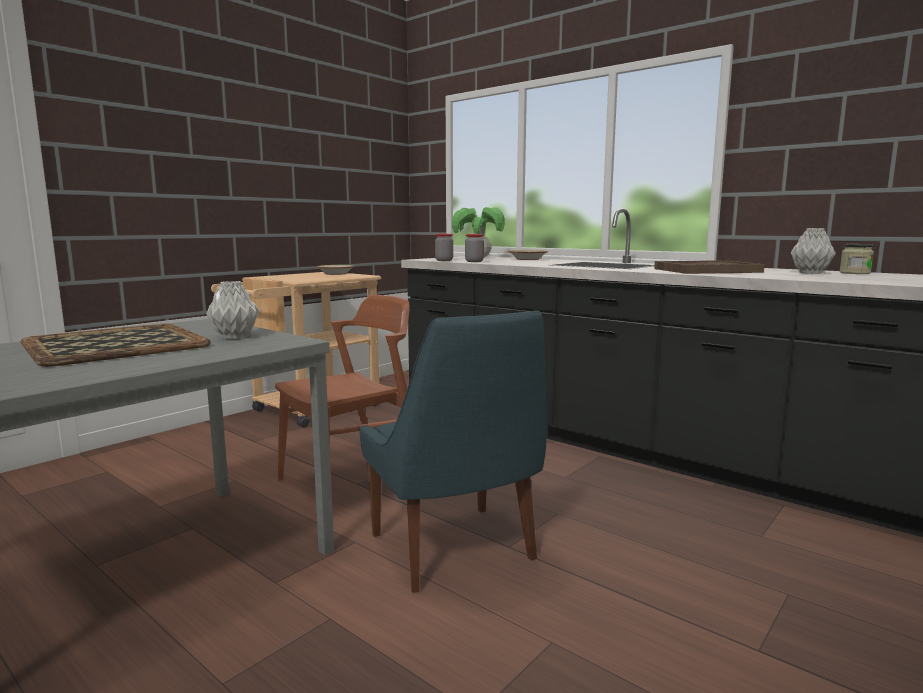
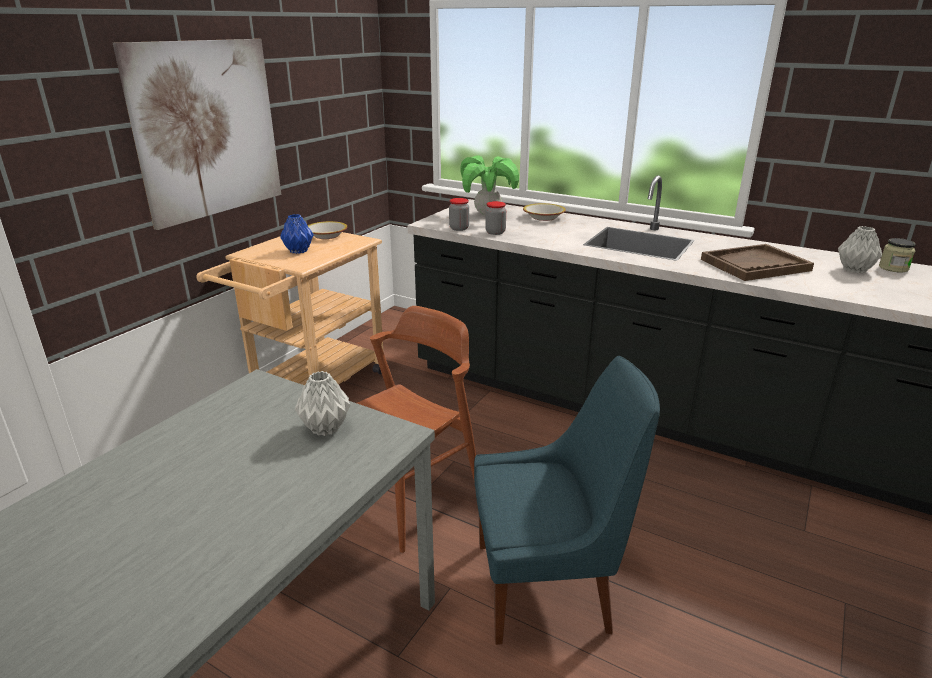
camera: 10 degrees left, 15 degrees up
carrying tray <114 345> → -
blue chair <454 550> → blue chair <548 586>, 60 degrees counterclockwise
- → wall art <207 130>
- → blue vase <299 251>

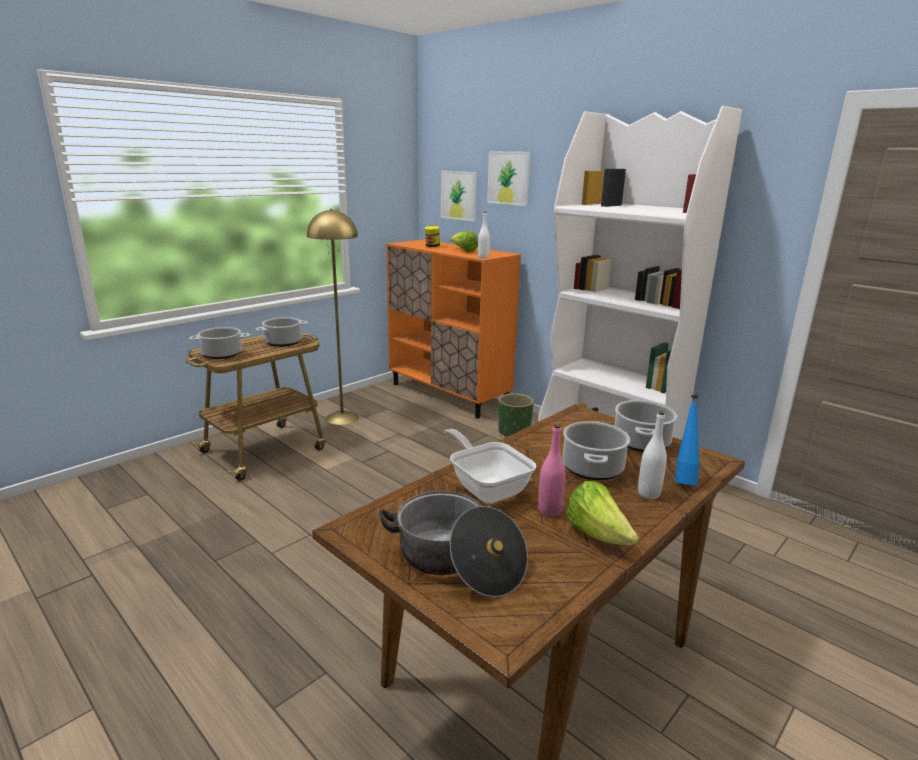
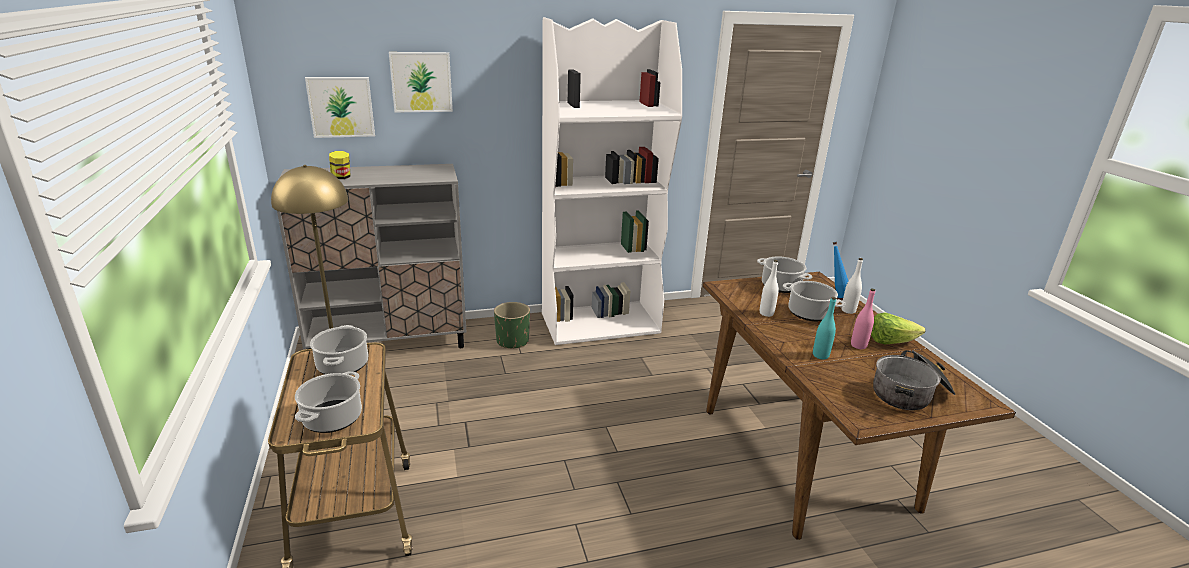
camera: 60 degrees left, 5 degrees up
orange-coloured cabinet <448 394> → greyish cabinet <390 342>
pan <486 487> → turquoise-coloured beverage bottle <820 355>
lettuce head <464 251> → -
whitish beverage bottle <483 257> → whitish beverage bottle <766 313>, move

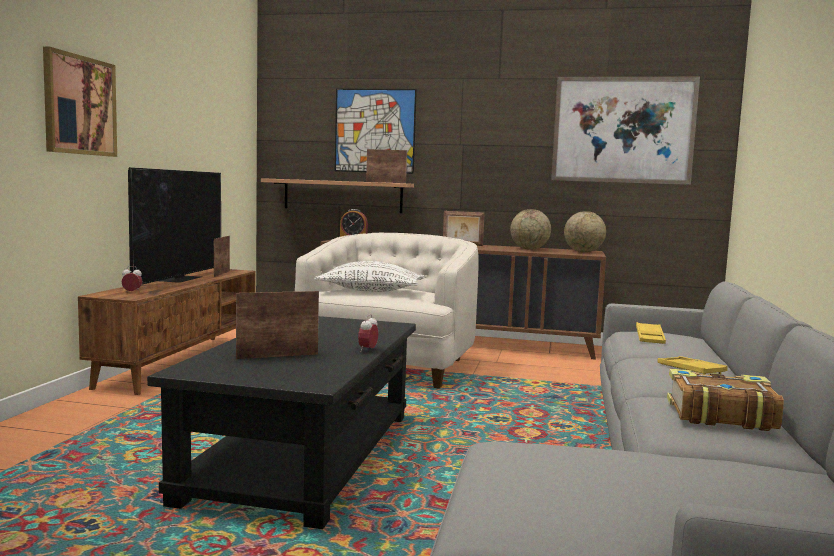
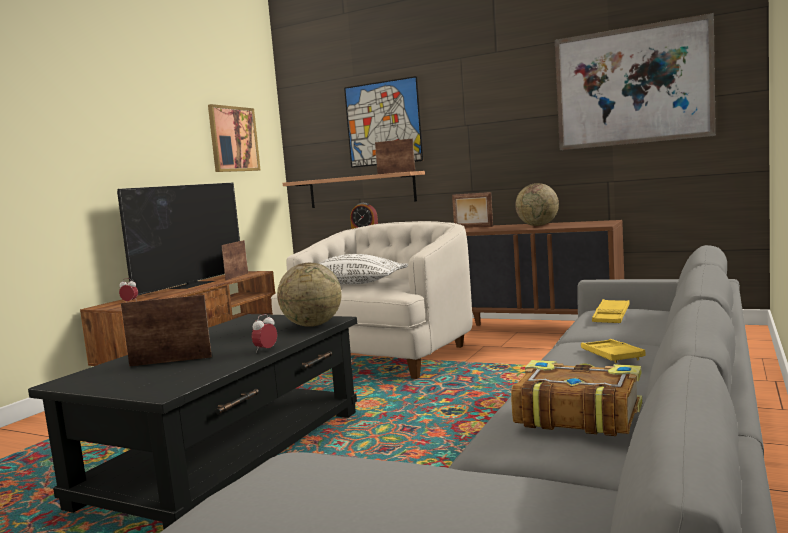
camera: 15 degrees right, 0 degrees up
wall art <79 105> → wall art <233 139>, move
desk globe <583 252> → desk globe <312 325>, move

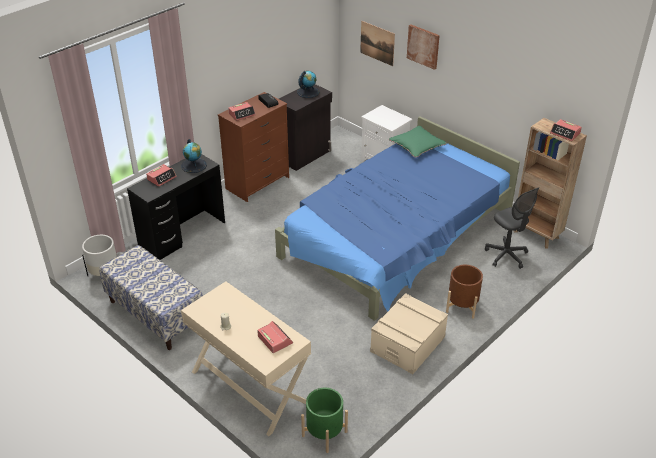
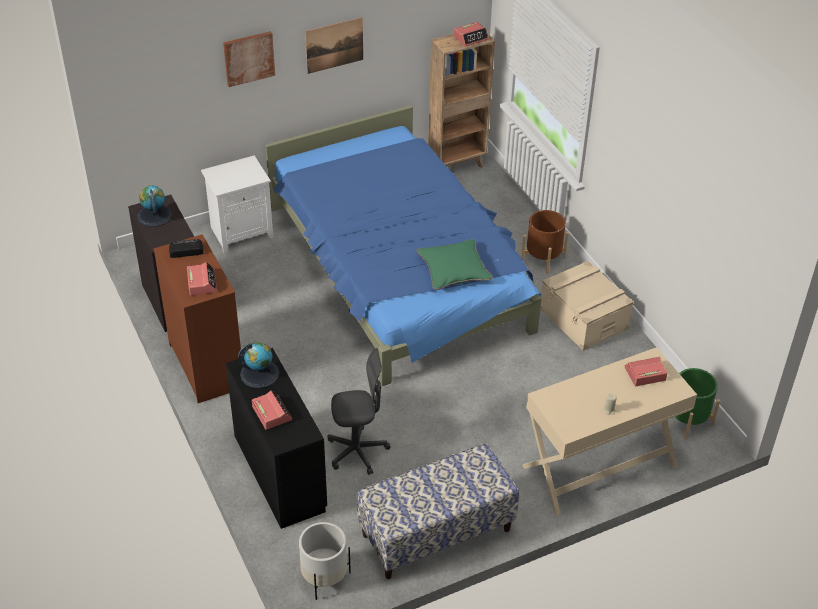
camera: 70 degrees left, 5 degrees up
wall art <377 43> → wall art <334 45>, move
greenish pillow <417 145> → greenish pillow <454 269>, move
greyish computer chair <506 255> → greyish computer chair <357 451>, move

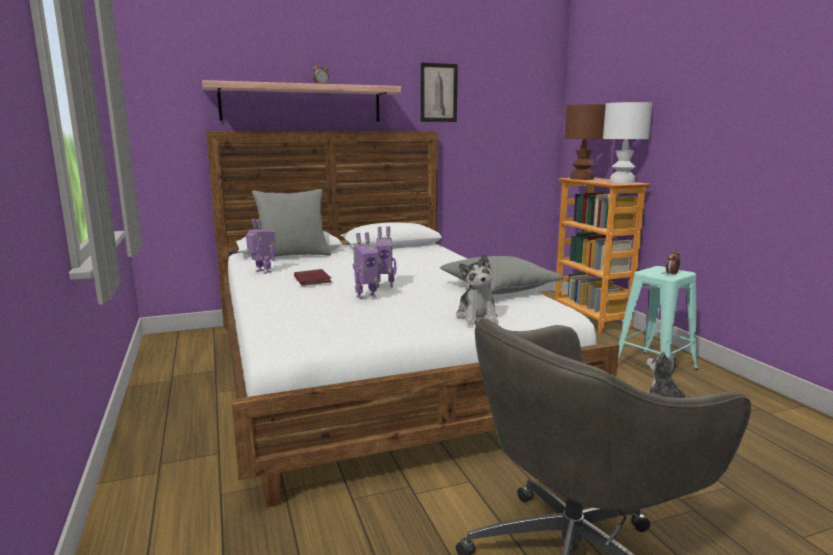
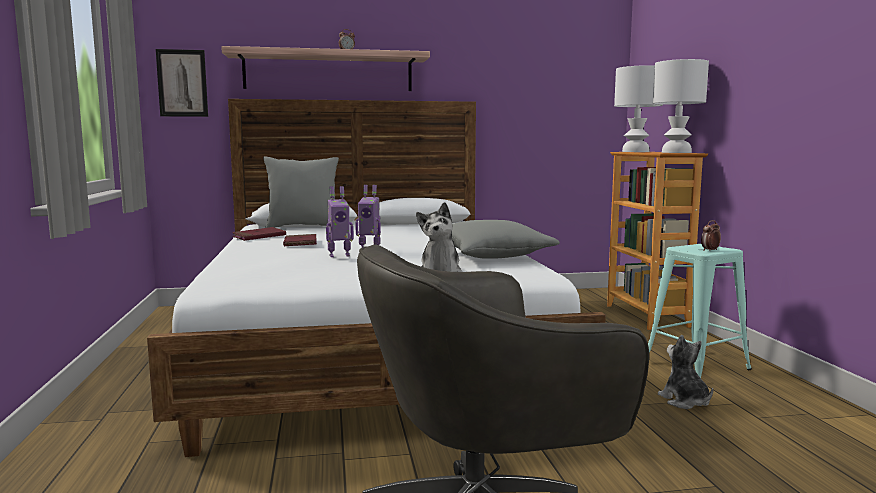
camera: 10 degrees right, 5 degrees down
model robot <263 272> → red book <259 236>
wall art <438 93> → wall art <182 83>, move
brownish table lamp <582 179> → whitish table lamp <636 151>

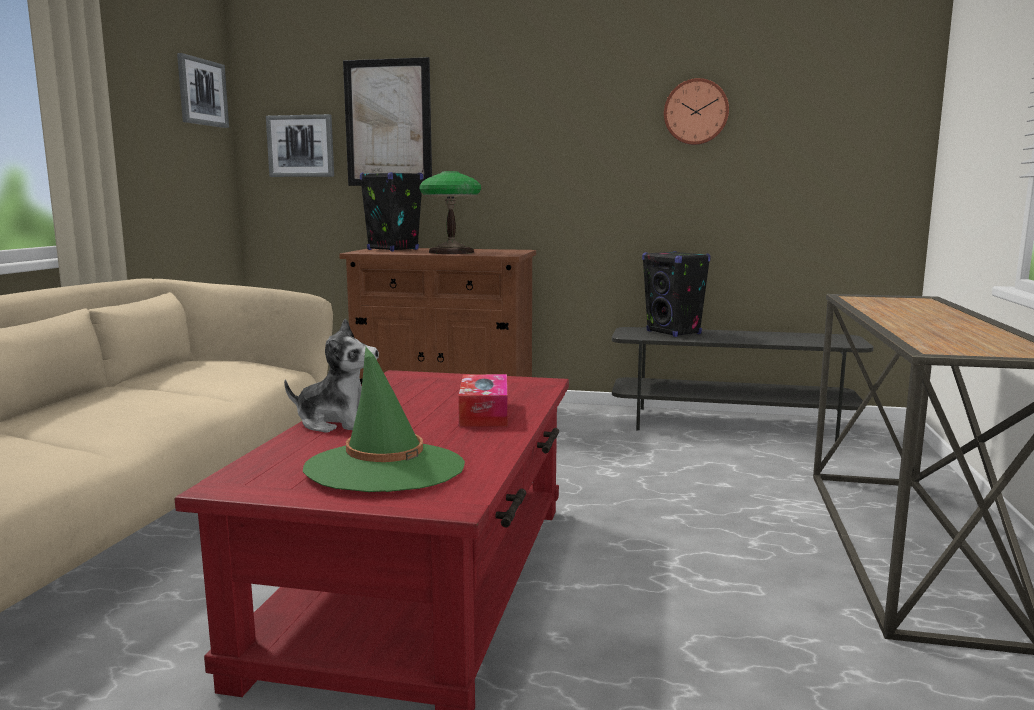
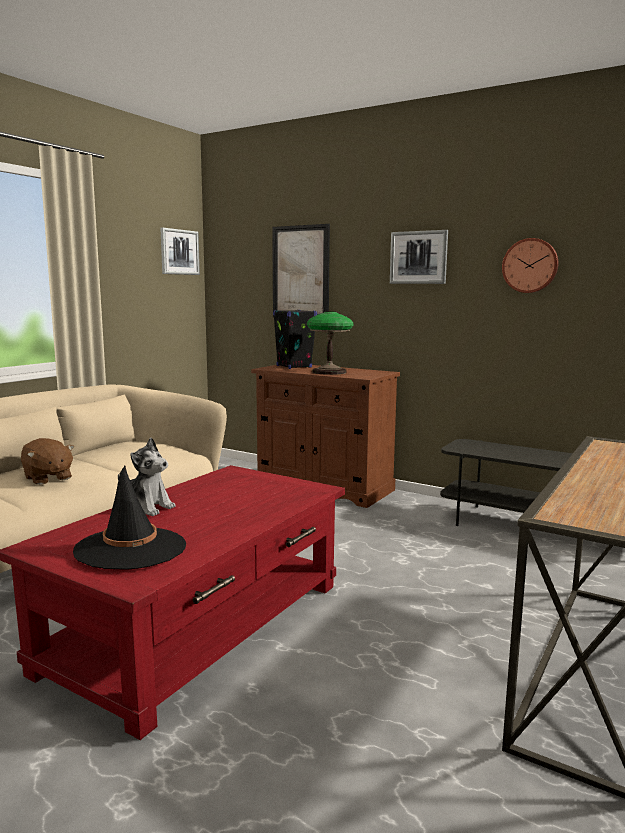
camera: 20 degrees right, 0 degrees up
wall art <301 146> → wall art <418 257>, move
greenish clothing hat <385 468> → black clothing hat <131 548>
tissue holder <484 413> → -
black audio speaker <674 333> → -
- → brownish plush toy <47 478>

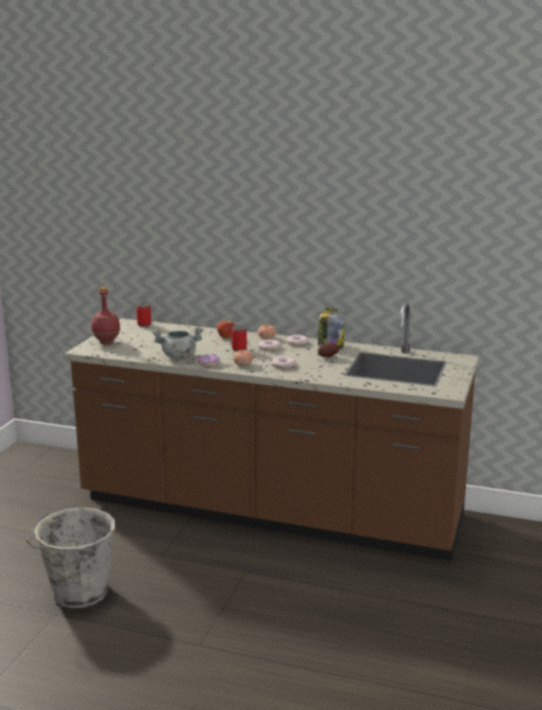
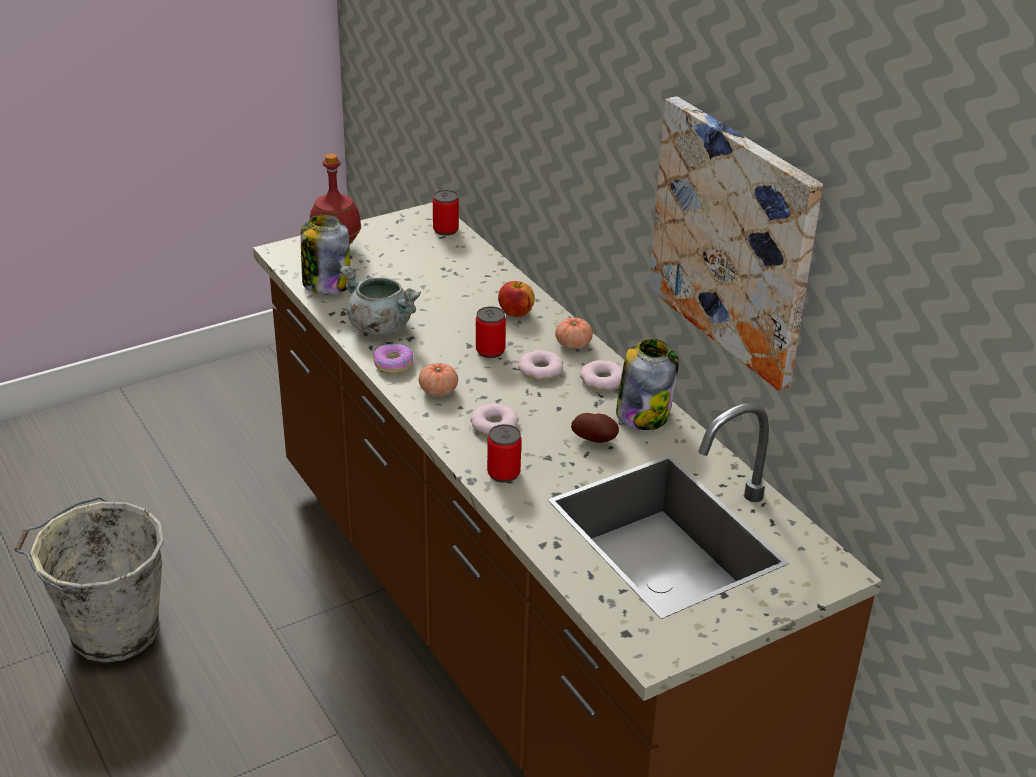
camera: 40 degrees right, 15 degrees up
- → jar <326 284>
- → sealed can <503 473>
- → wall art <734 239>

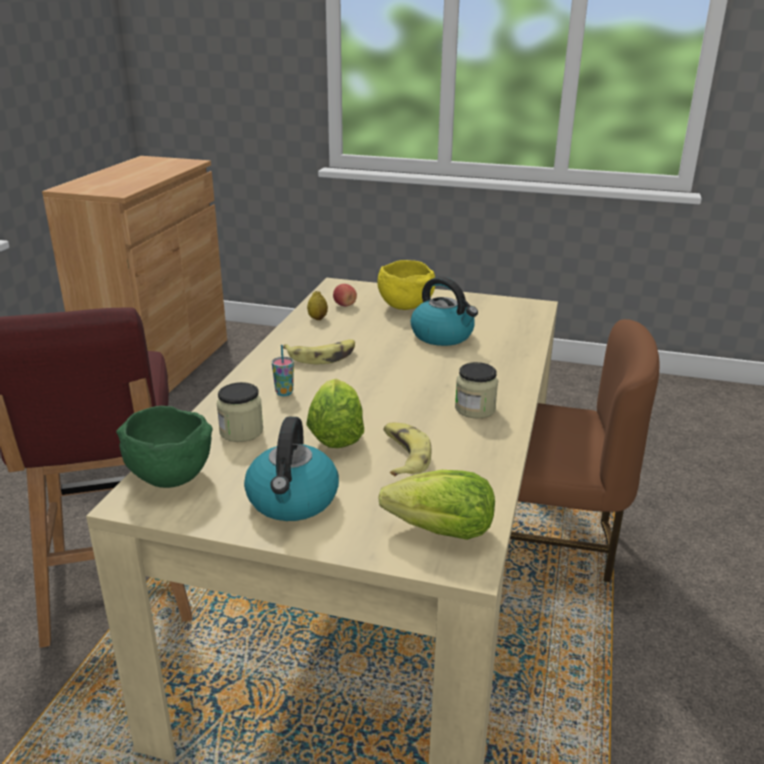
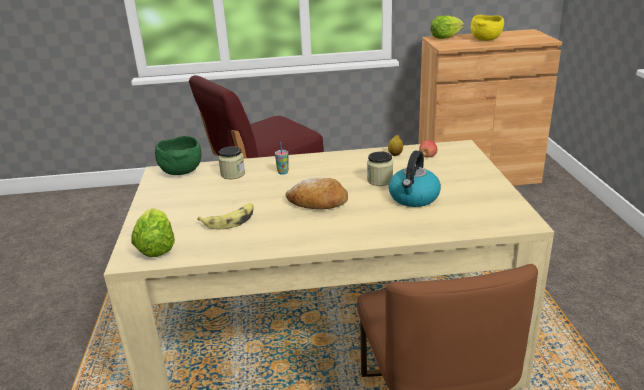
camera: 70 degrees right, 0 degrees up
tea kettle <293 500> → -
banana <322 356> → -
lettuce head <335 435> → lettuce head <445 37>, move
yellow-coloured bowl <404 306> → yellow-coloured bowl <486 40>, move
jar <475 409> → jar <380 180>, move
- → bread <318 202>

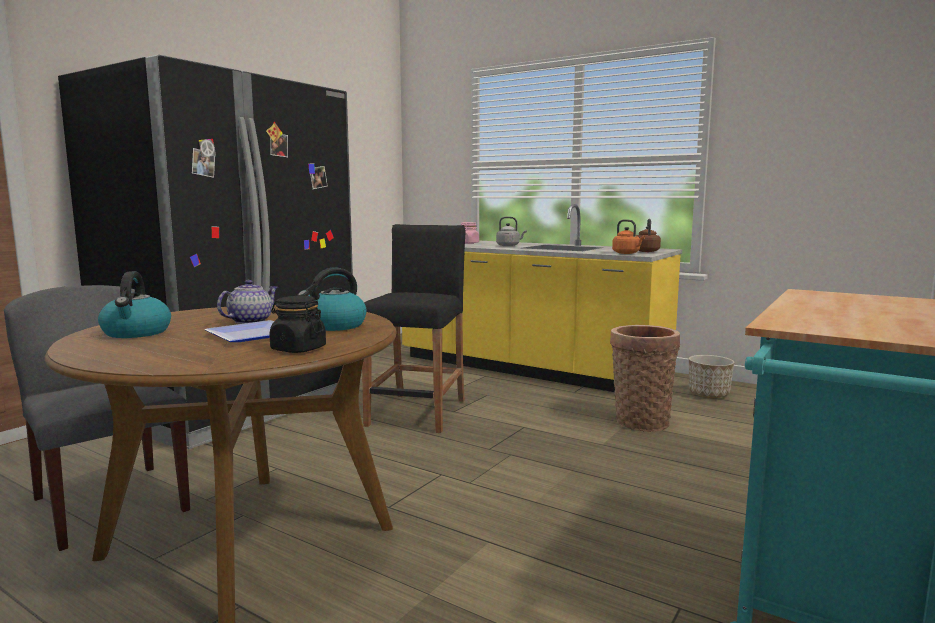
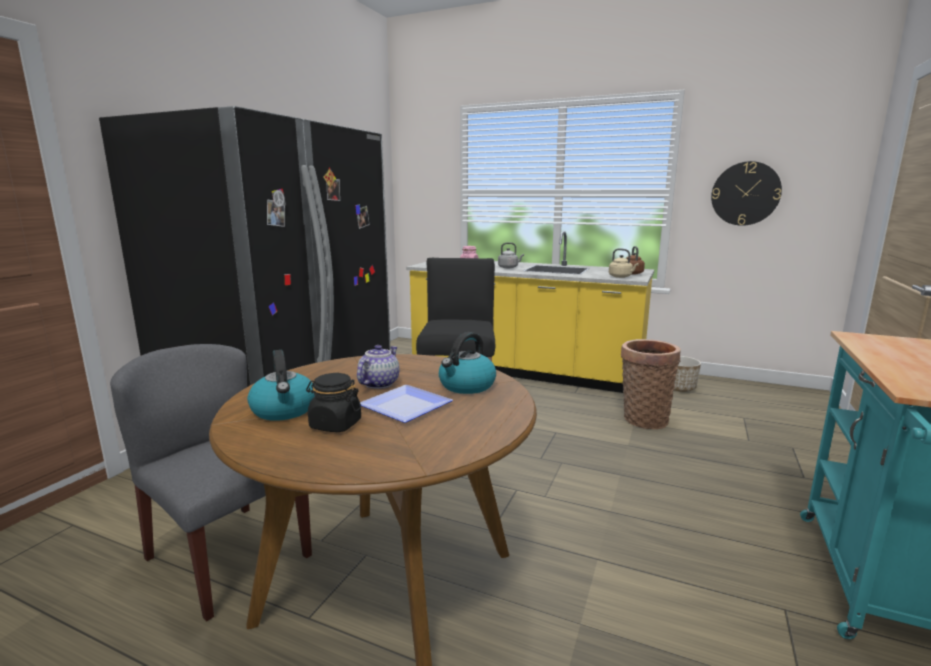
camera: 10 degrees left, 5 degrees up
black jar <298 349> → black jar <335 424>, move
orange-coloured tea kettle <627 253> → beige tea kettle <621 277>
- → wall clock <745 193>

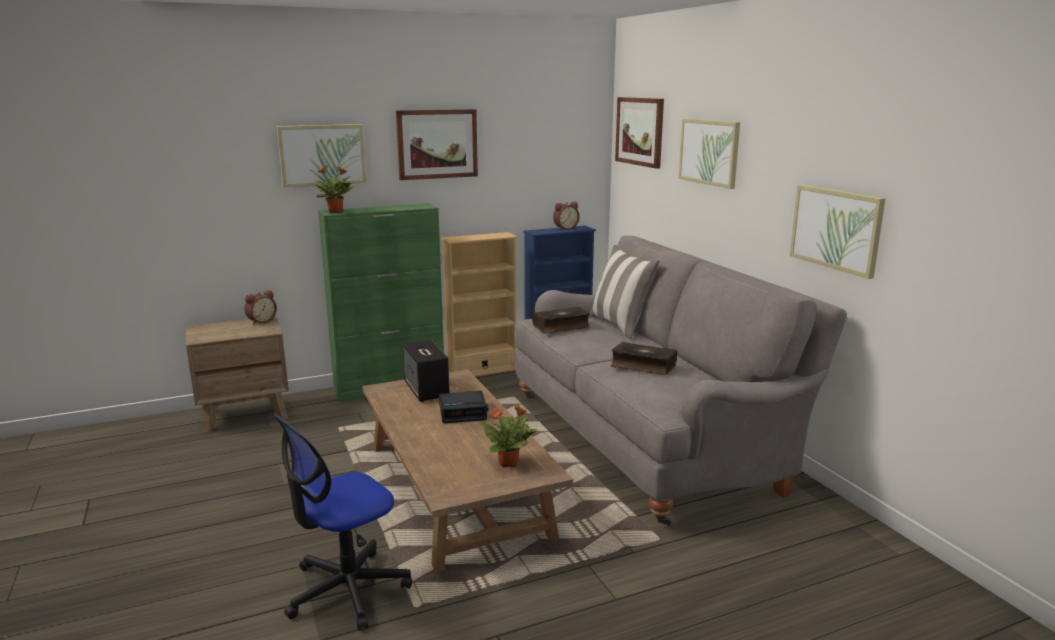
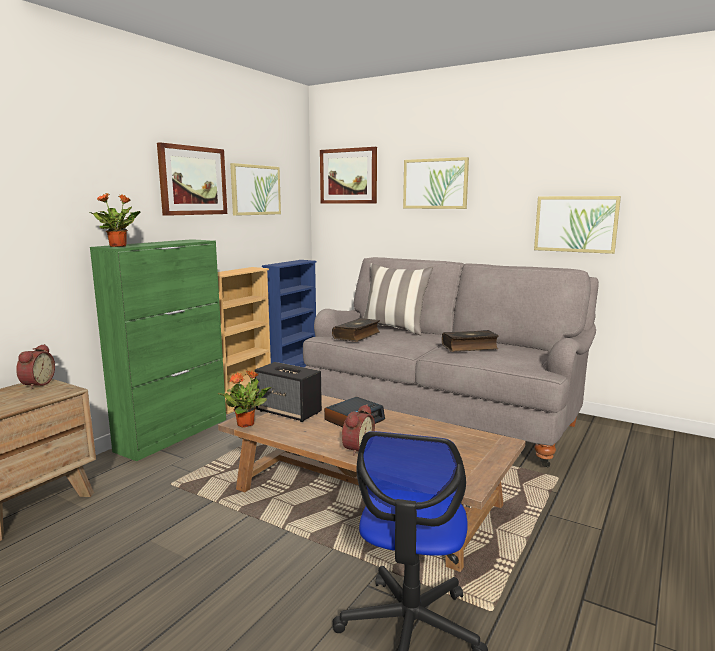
camera: 35 degrees left, 5 degrees down
wall art <322 155> → wall art <255 190>, move
houseplant <509 463> → houseplant <246 424>, move
bedside clock <565 228> → bedside clock <356 448>, move

